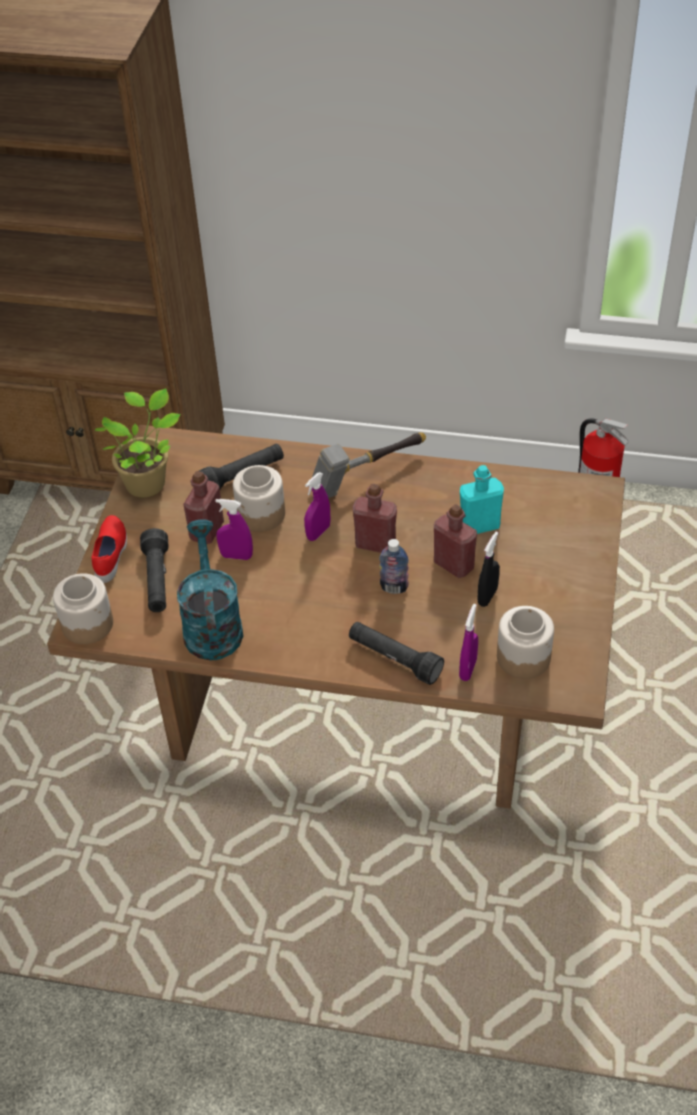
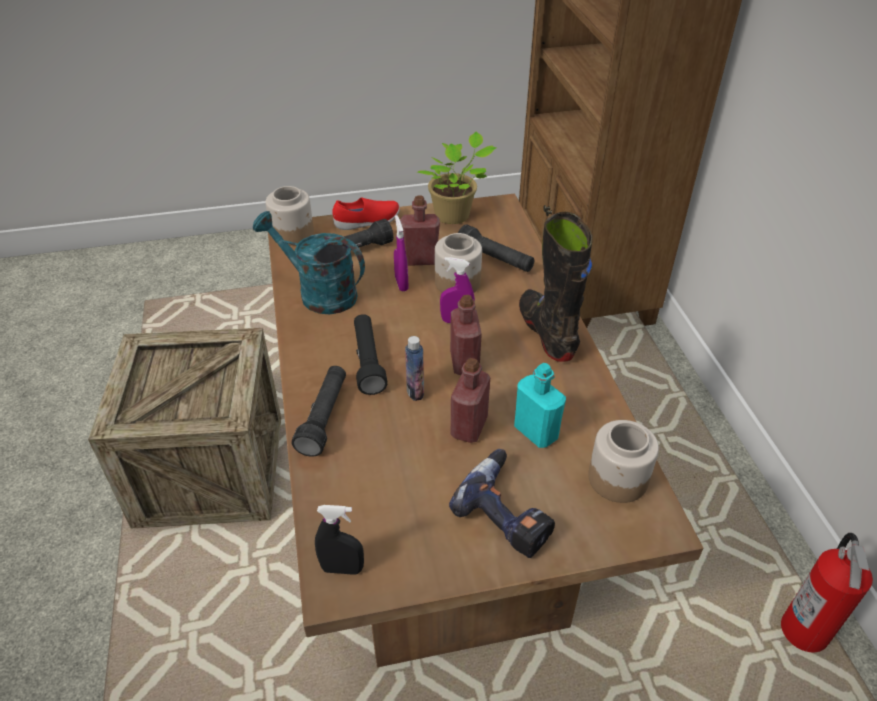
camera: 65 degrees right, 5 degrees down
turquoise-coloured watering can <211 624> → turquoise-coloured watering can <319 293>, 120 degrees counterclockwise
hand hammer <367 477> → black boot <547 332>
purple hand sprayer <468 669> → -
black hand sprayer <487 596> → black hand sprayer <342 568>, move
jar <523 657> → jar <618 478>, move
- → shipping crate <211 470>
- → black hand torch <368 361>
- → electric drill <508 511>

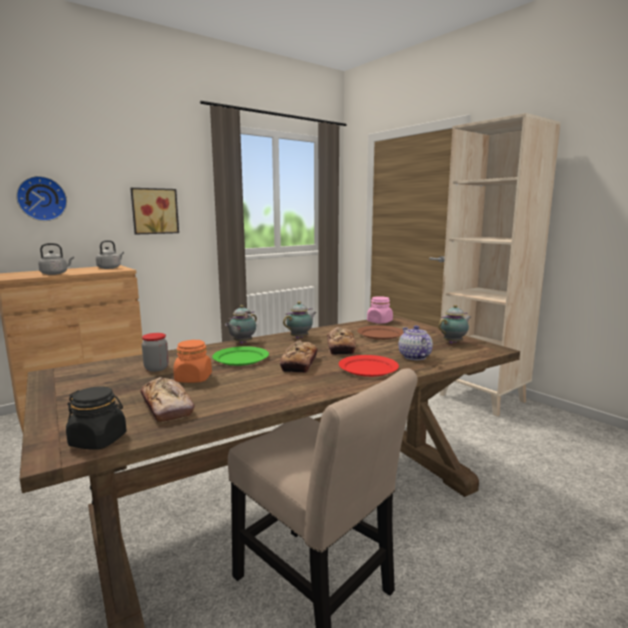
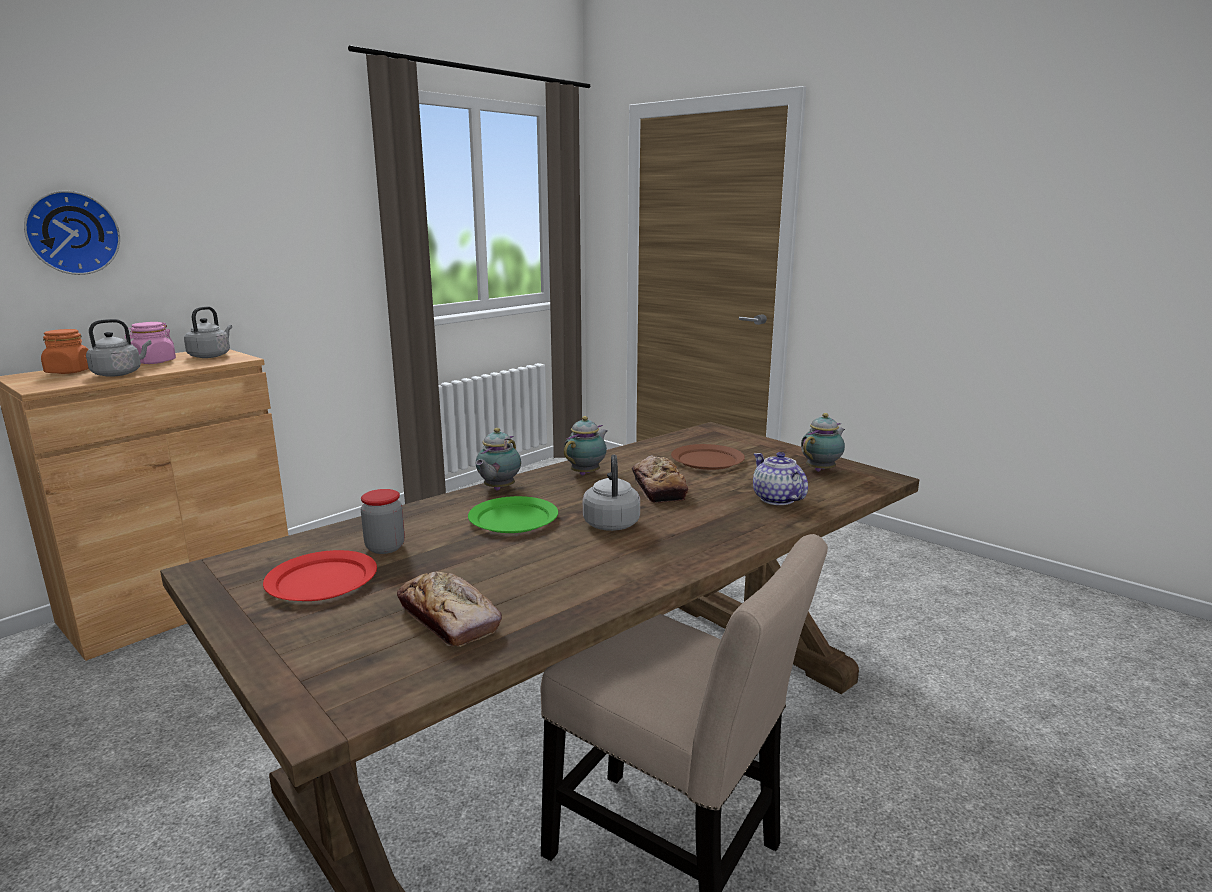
camera: 10 degrees left, 5 degrees up
black jar <98 440> → -
wall art <154 211> → -
orange-coloured jar <193 378> → orange-coloured jar <69 371>, move
bread <299 363> → greyish tea kettle <611 523>
red plate <368 368> → red plate <322 580>, move
pinkish jar <379 322> → pinkish jar <153 362>, move
beige shelving unit <482 398> → -

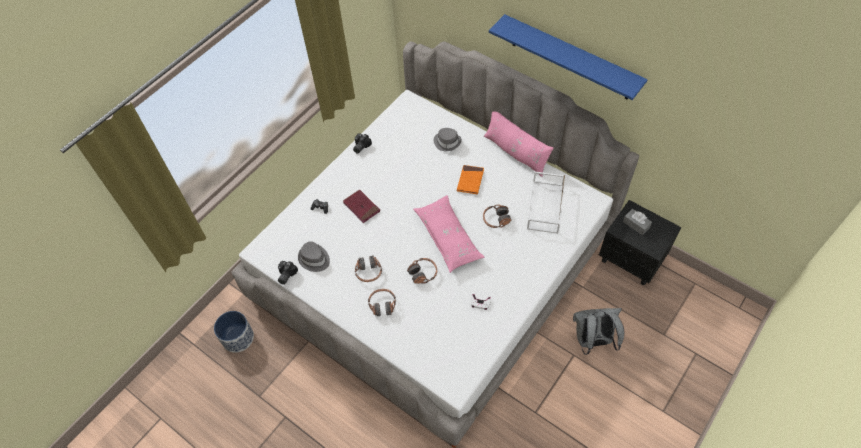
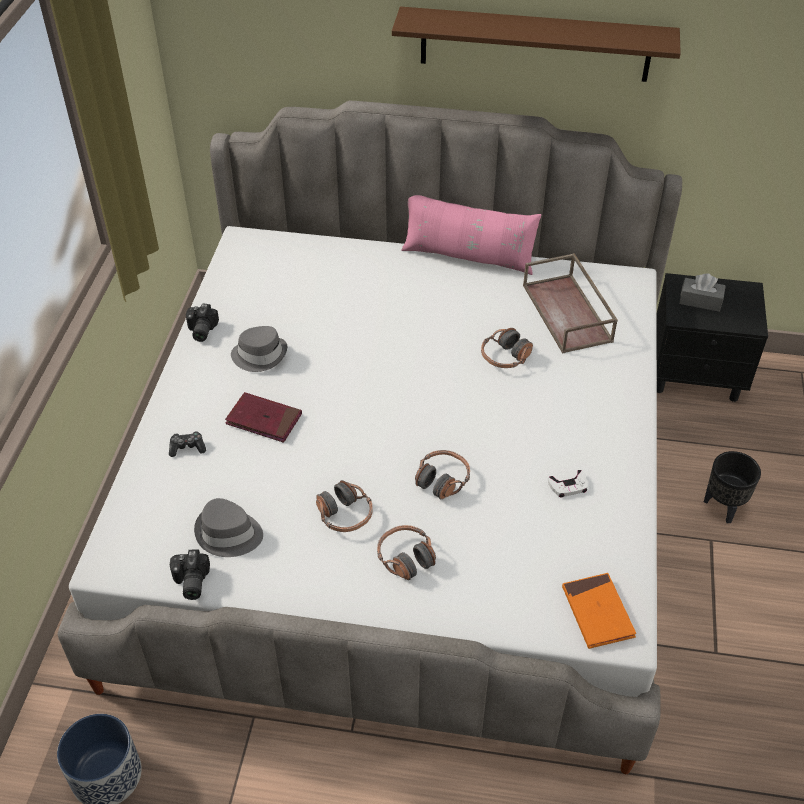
camera: 30 degrees left, 10 degrees down
pinkish pillow <448 238> → -
greyish clothing hat <447 142> → greyish clothing hat <260 355>, move
orange-coloured book <470 180> → orange-coloured book <597 613>, move
blue shelf <570 58> → brownish shelf <535 44>
whitish carrying tray <546 207> → brownish carrying tray <568 313>
greyish knapsack <592 341> → black planter <723 508>

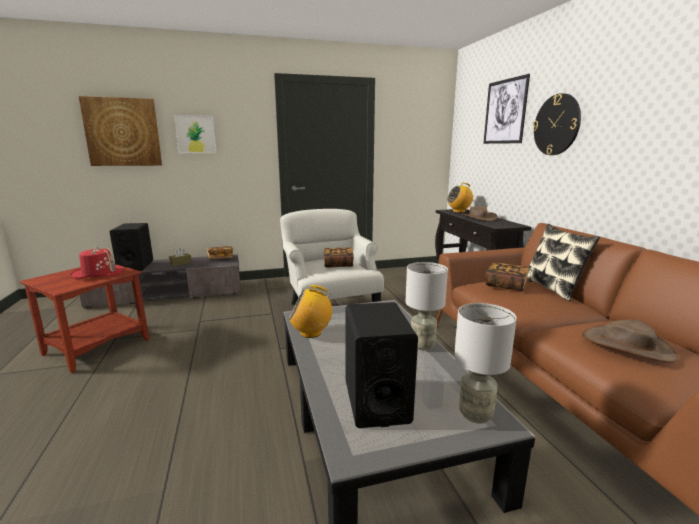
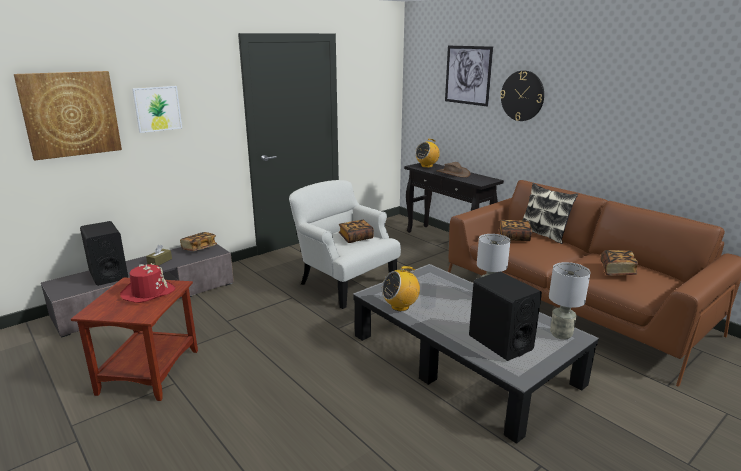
camera: 25 degrees left, 5 degrees up
brownish clothing hat <627 345> → book <617 271>

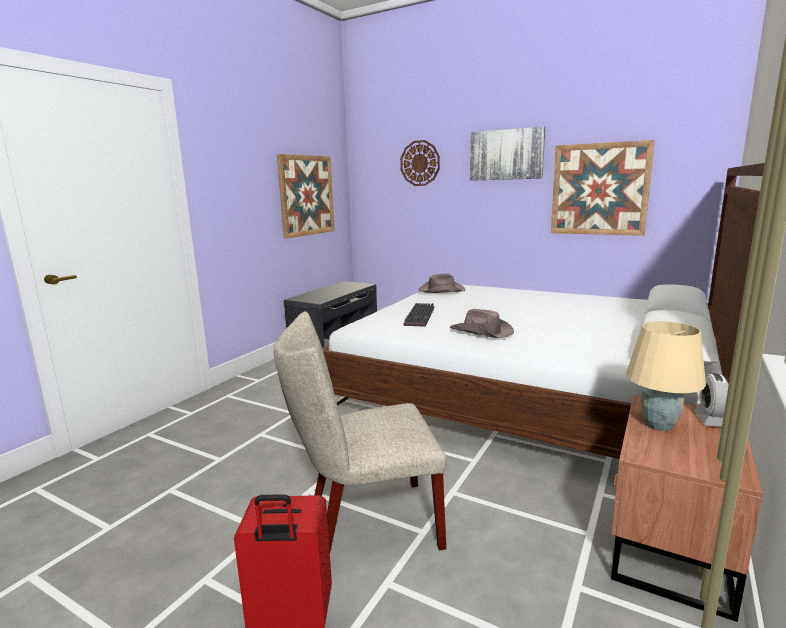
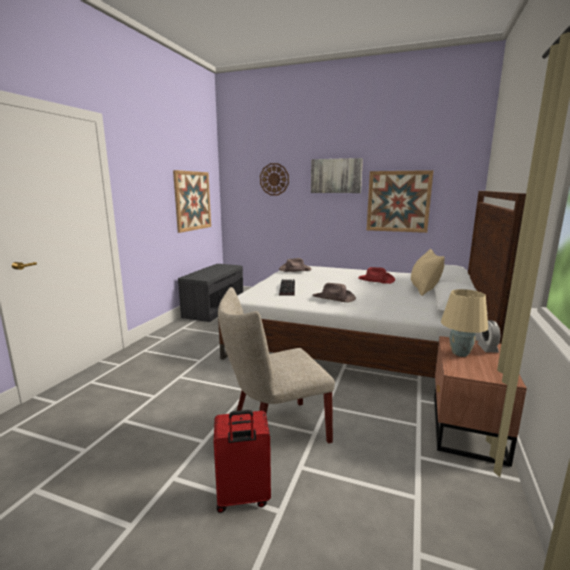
camera: 10 degrees left, 0 degrees up
- → red clothing hat <375 280>
- → beige pillow <424 290>

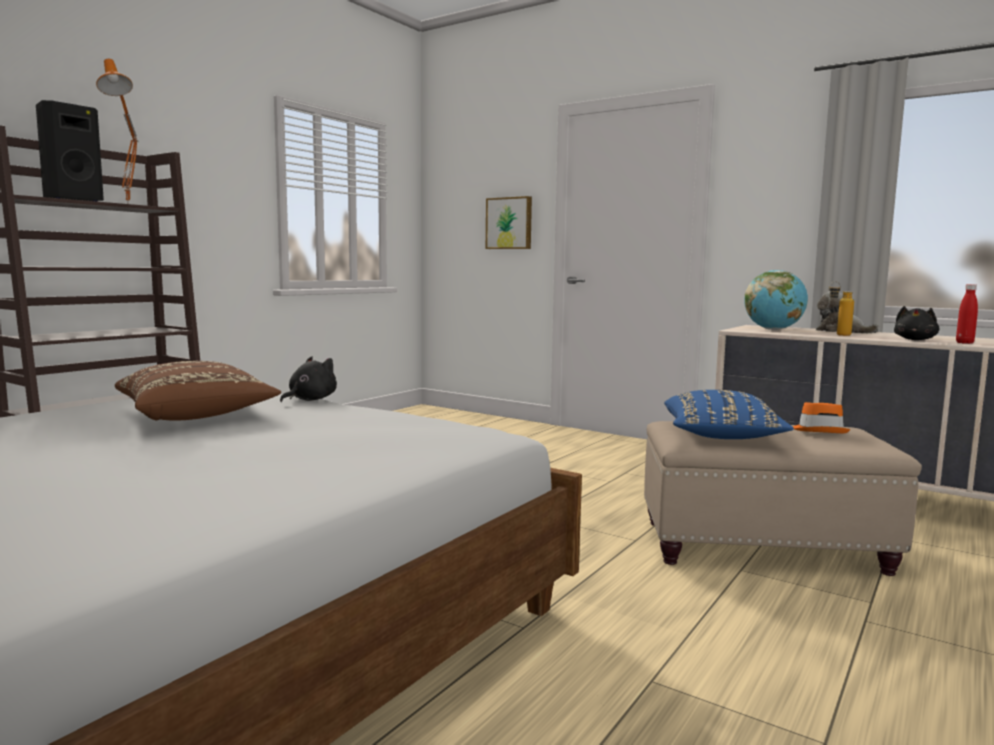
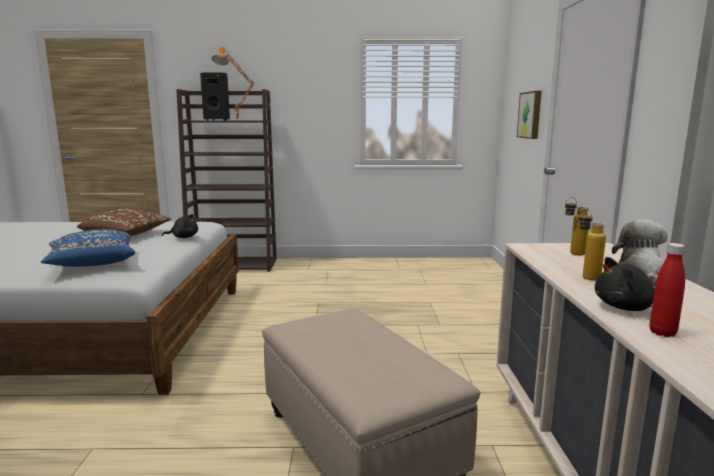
camera: 55 degrees right, 5 degrees up
blue pillow <721 437> → blue pillow <92 263>, move
desk globe <773 329> → beverage bottle <572 254>
orange-coloured clothing hat <819 431> → -

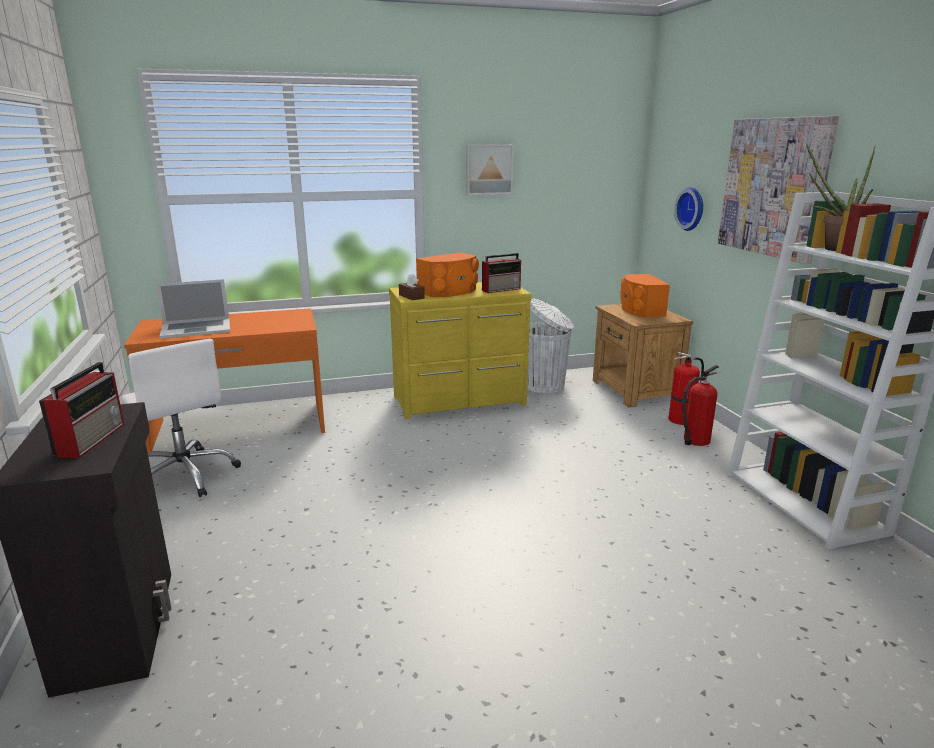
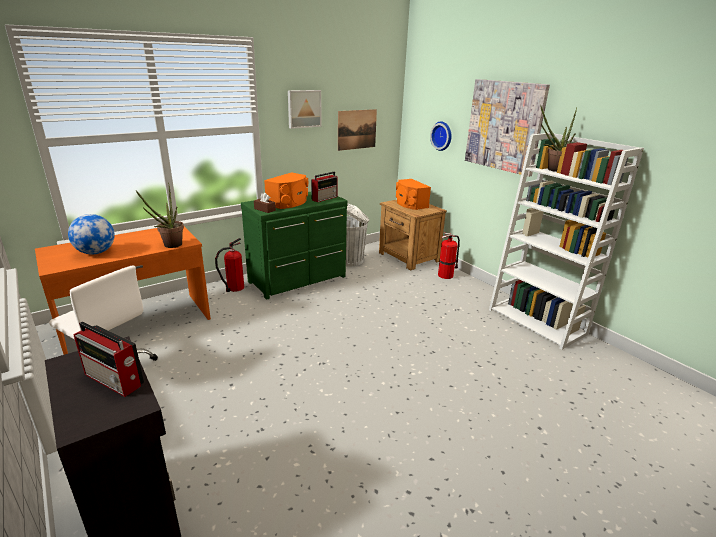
camera: 20 degrees left, 5 degrees up
radio set <92 439> → radio set <115 380>, 135 degrees clockwise
laptop <196 328> → desk globe <96 252>
yellow-coloured dresser <461 401> → greenish dresser <299 280>
fire-fighting cylinder <695 441> → fire-fighting cylinder <234 288>, move
- → houseplant <169 246>
- → wall art <357 129>

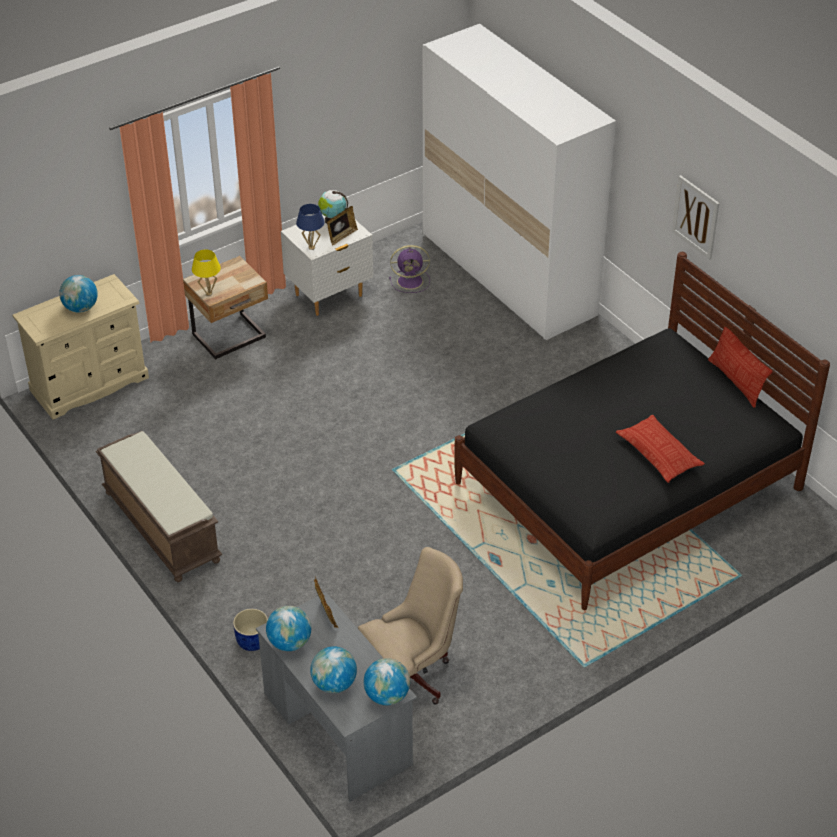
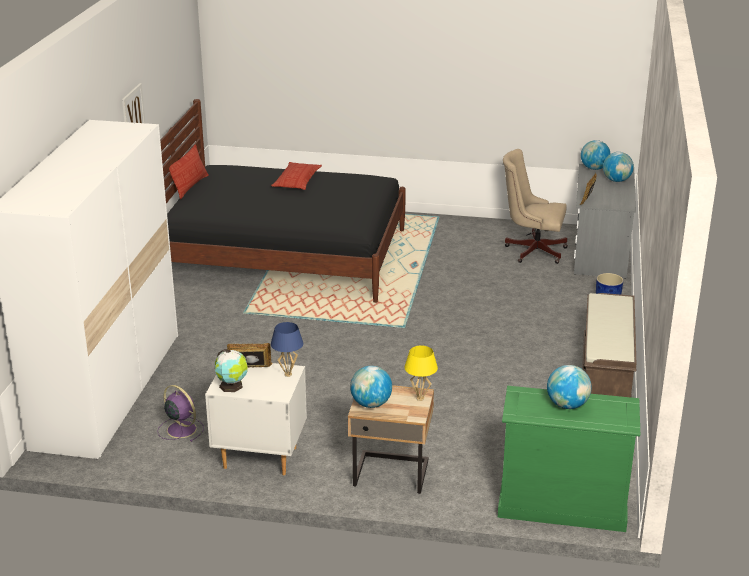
camera: 135 degrees left, 15 degrees down
beige dresser <90 384> → greenish dresser <562 505>
desk globe <289 642> → desk globe <371 404>, move

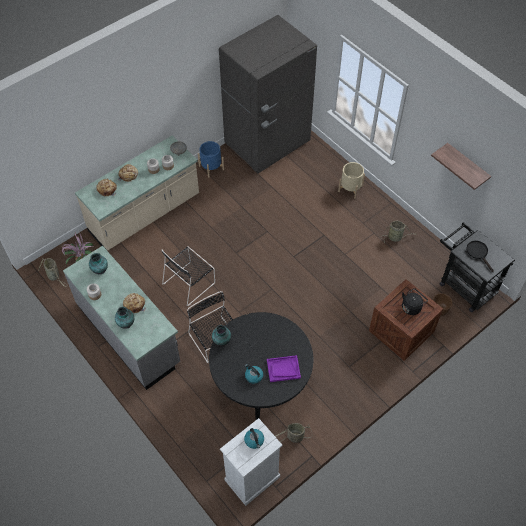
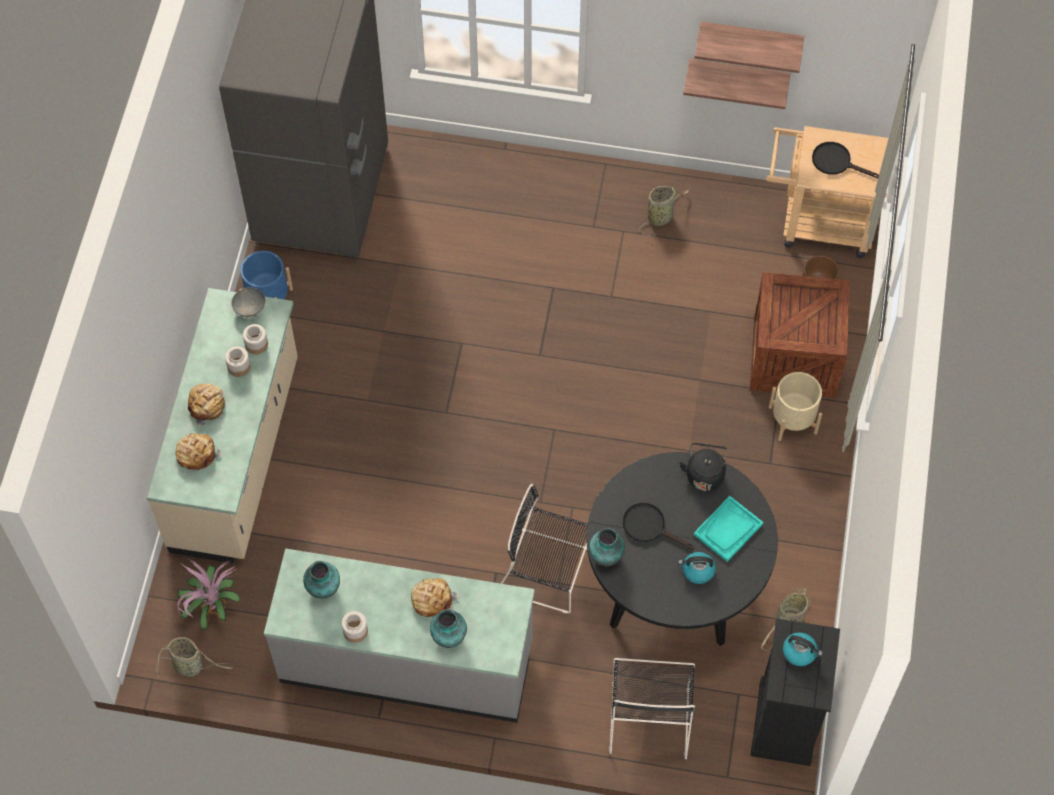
camera: 40 degrees left, 5 degrees up
black chair <190 282> → black chair <649 715>, move
whitish dresser <252 479> → black dresser <785 723>
purple carrying tray <283 369> → turquoise-coloured carrying tray <728 530>
beige planter <350 188> → beige planter <792 420>, move
black tea kettle <412 307> → black tea kettle <704 474>, move
black cart <463 285> → beige cart <818 223>
- → black pan <649 526>
- → shelf <738 76>

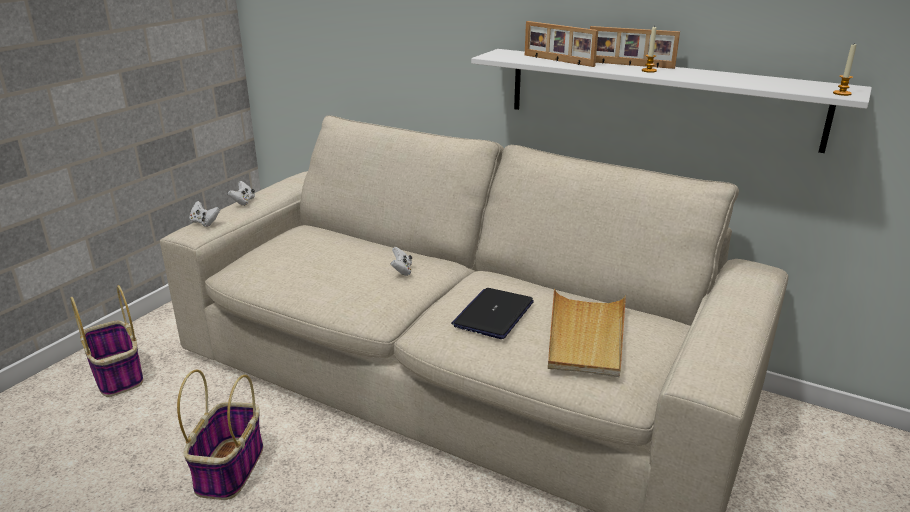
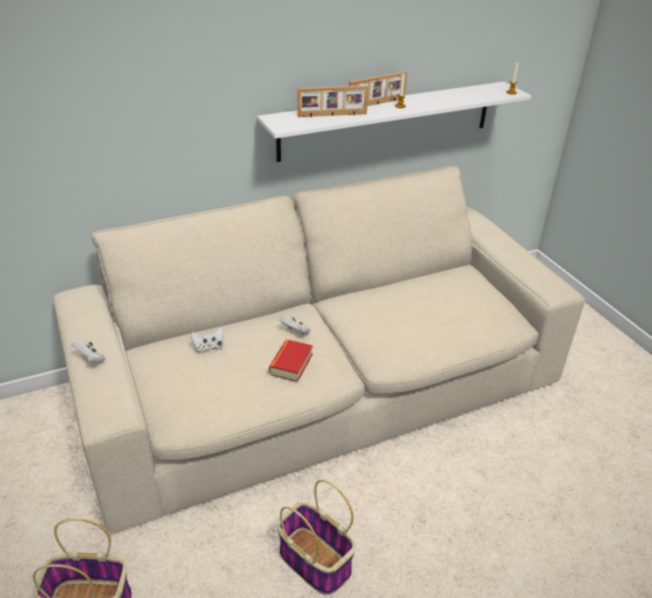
camera: 55 degrees left, 10 degrees up
whitish joypad <204 223> → whitish joypad <209 347>, move
laptop <493 314> → -
beige carrying tray <585 336> → -
- → book <291 364>

